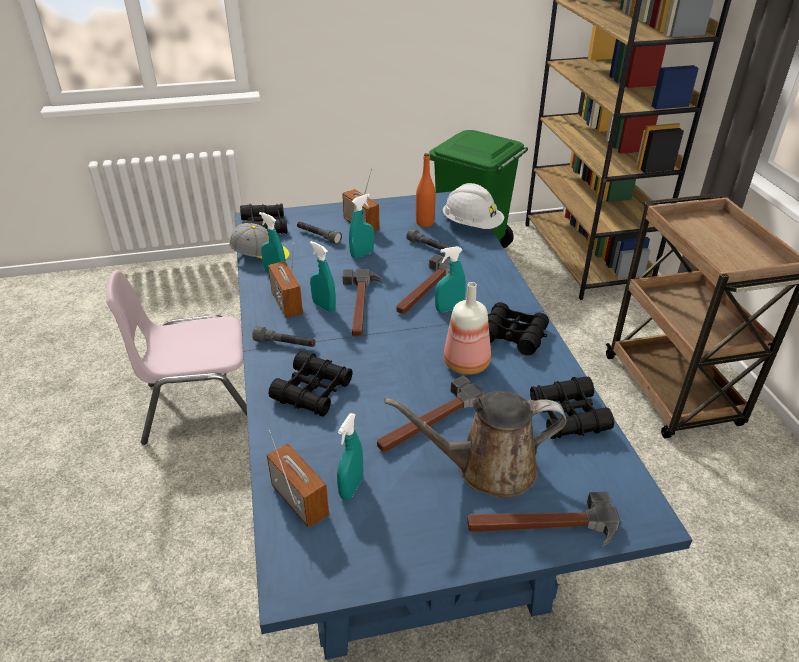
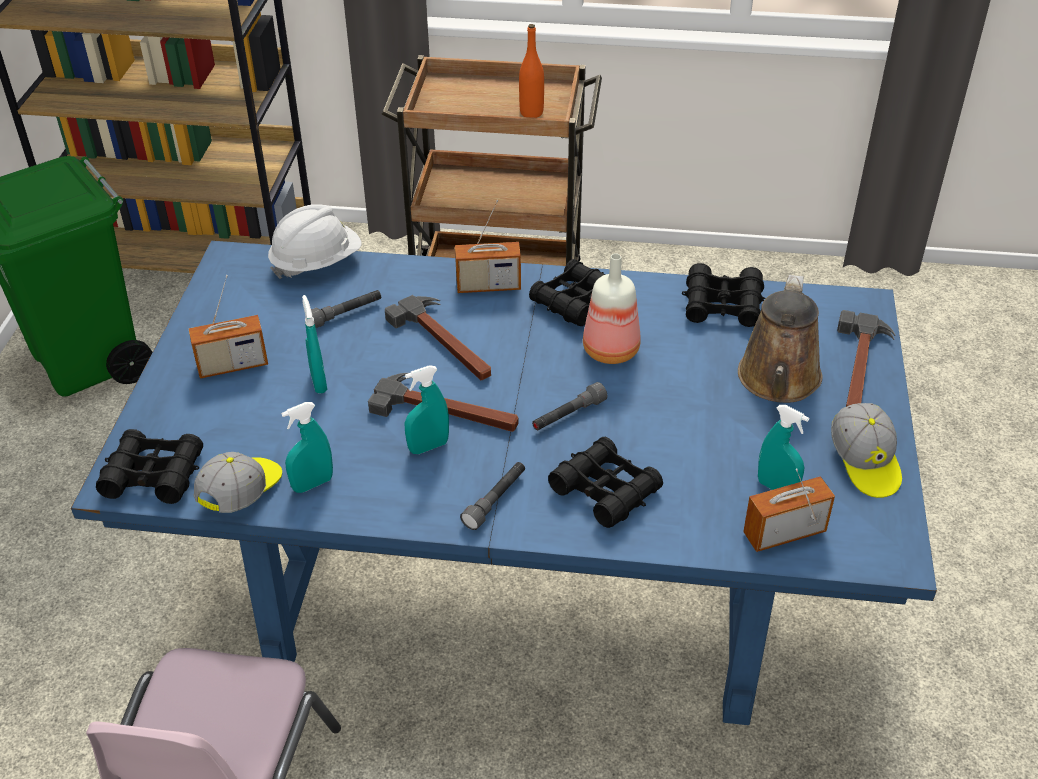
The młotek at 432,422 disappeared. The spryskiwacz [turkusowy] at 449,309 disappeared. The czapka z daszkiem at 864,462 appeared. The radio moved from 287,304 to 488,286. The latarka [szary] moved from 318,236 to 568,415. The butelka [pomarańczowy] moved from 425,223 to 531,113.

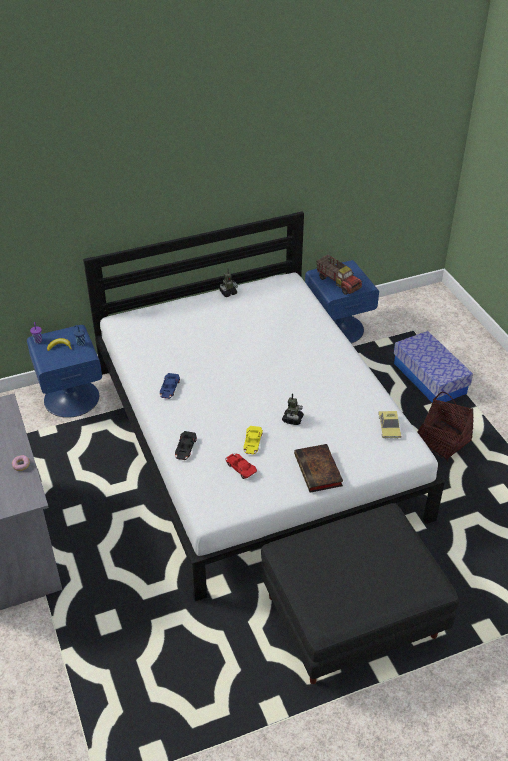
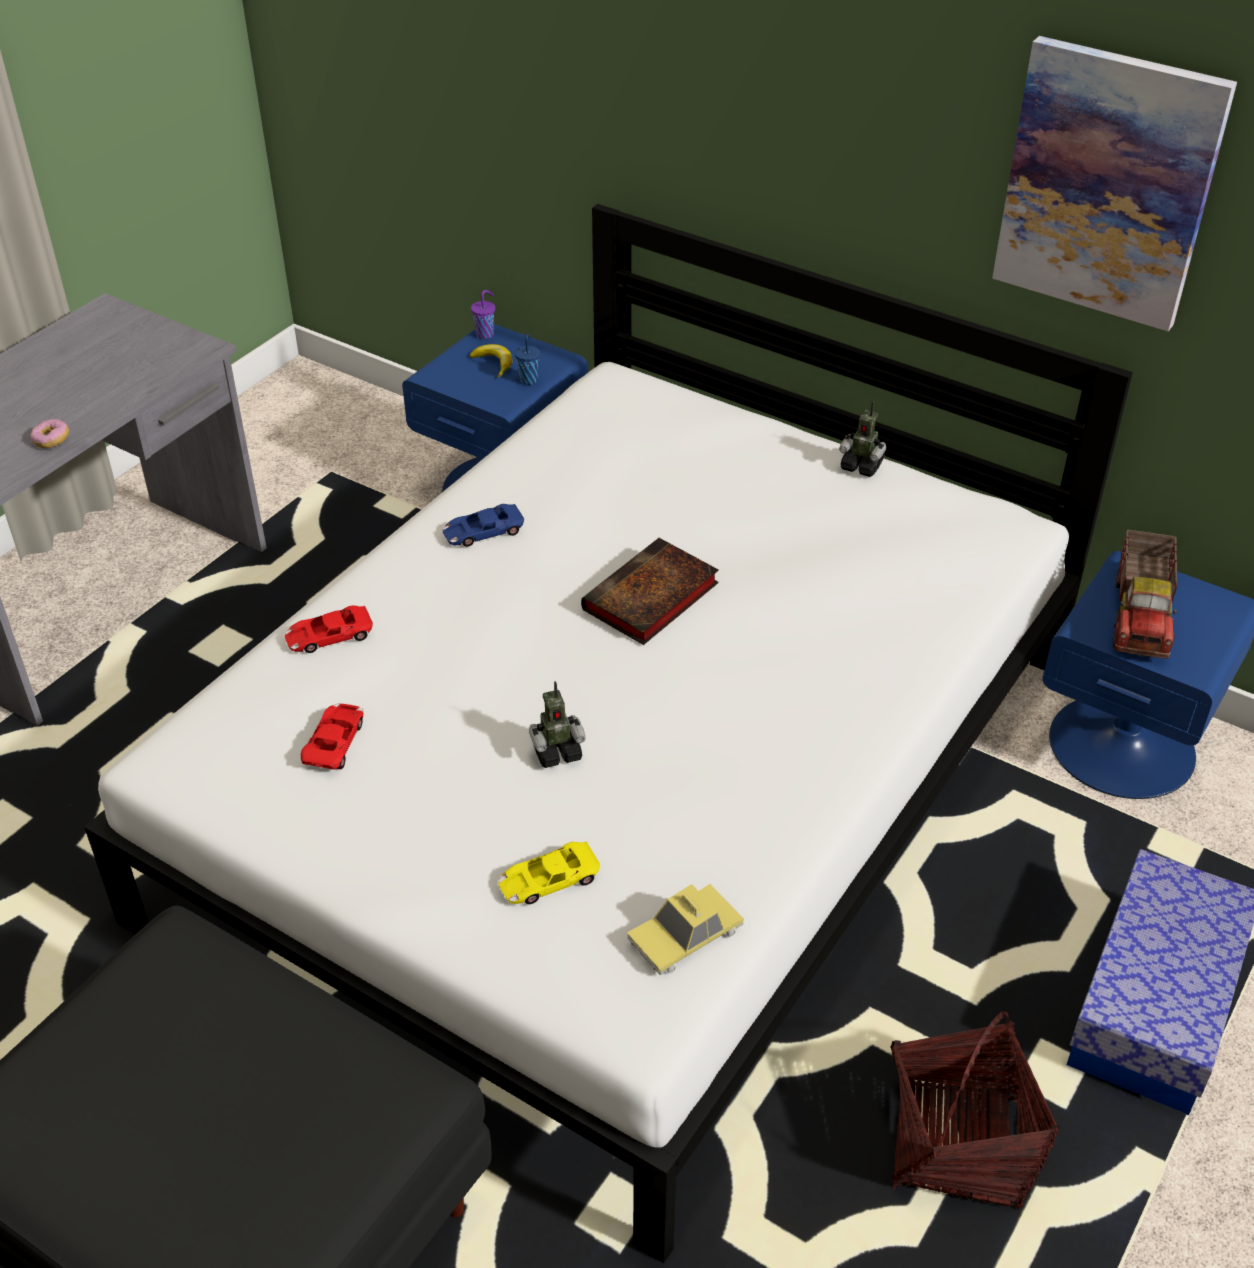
The obraz at 1108,184 appeared. The samochodzik [żółty] moved from 252,443 to 548,880. The książka moved from 319,471 to 649,599. The samochodzik [czarny] at 185,448 became the samochodzik [czerwony] at 329,636.

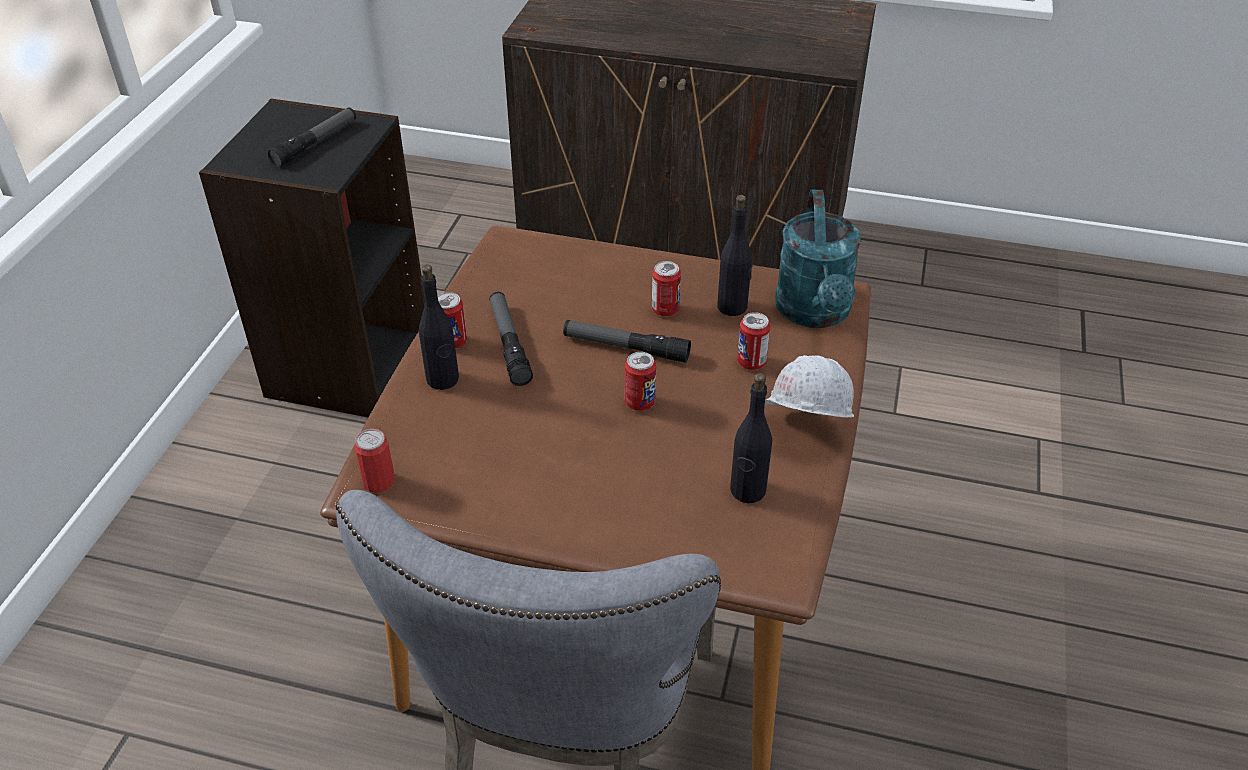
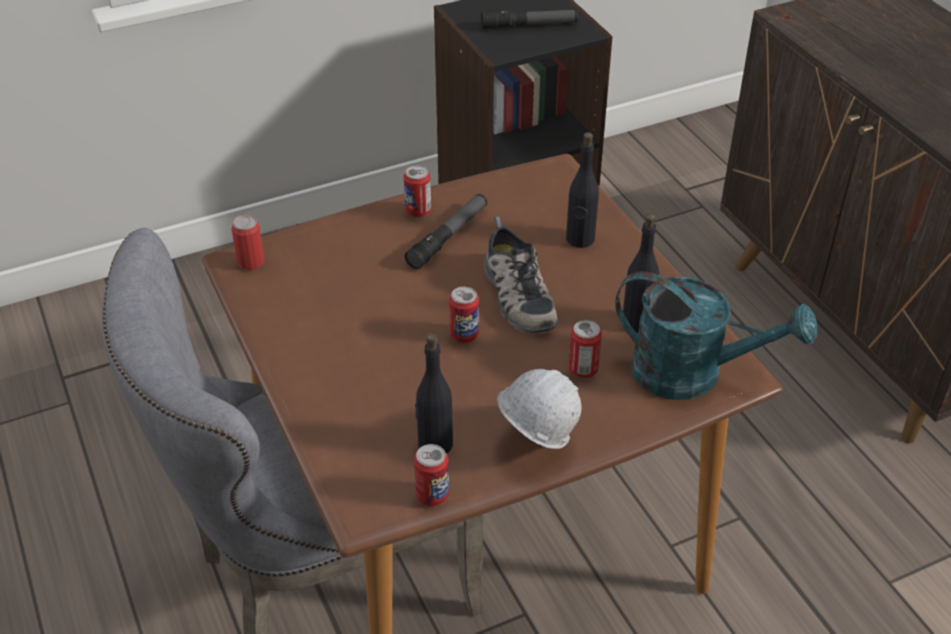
The butelka [czarny] moved from 443,379 to 580,239. The puszka moved from 665,310 to 432,495. The latarka at 626,348 was replaced by the but at 515,294. The konewka [turkusowy] at 815,313 turned 120 degrees counterclockwise.

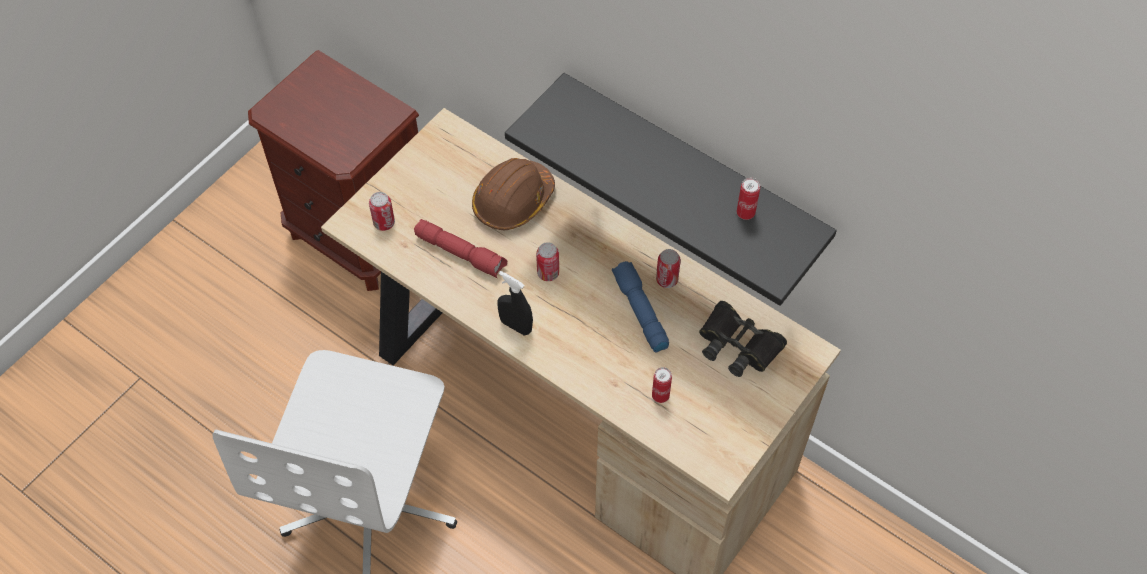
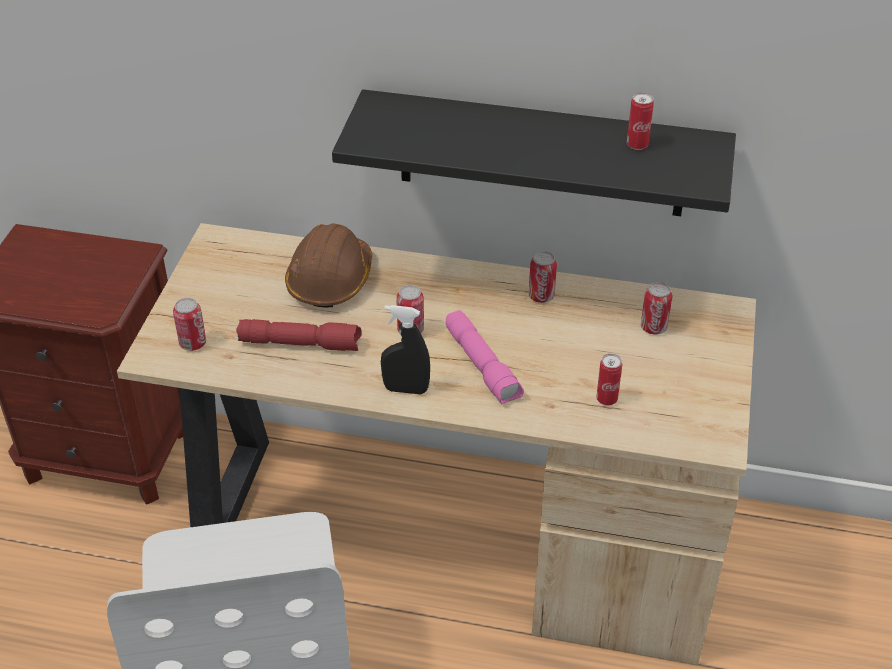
The latarka [niebieski] at 639,311 disappeared. The latarka [różowy] at 483,366 appeared. The lornetka [czarny] at 738,344 was replaced by the puszka at 653,327.

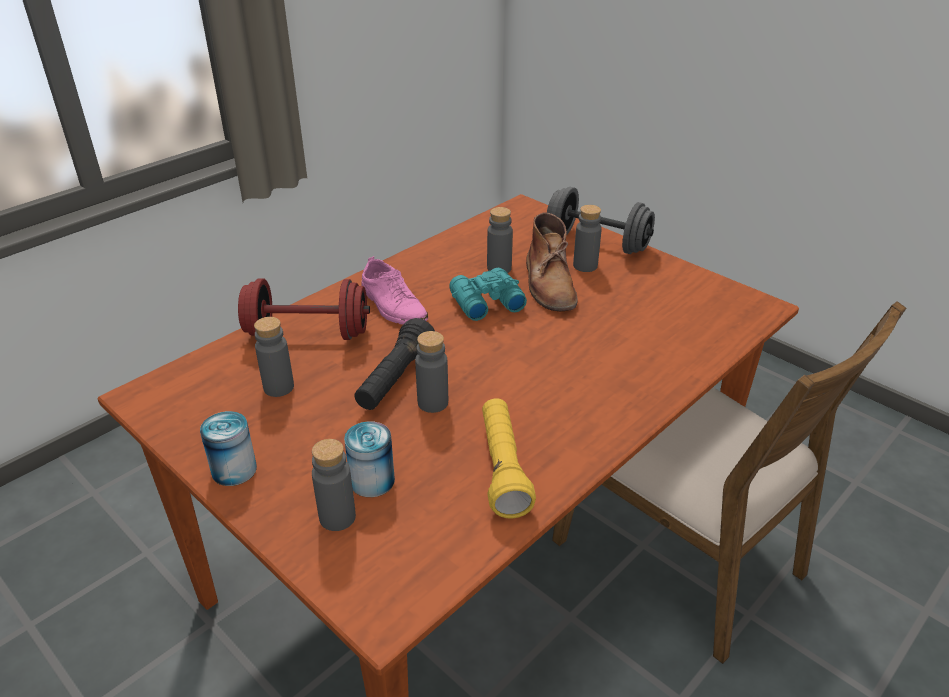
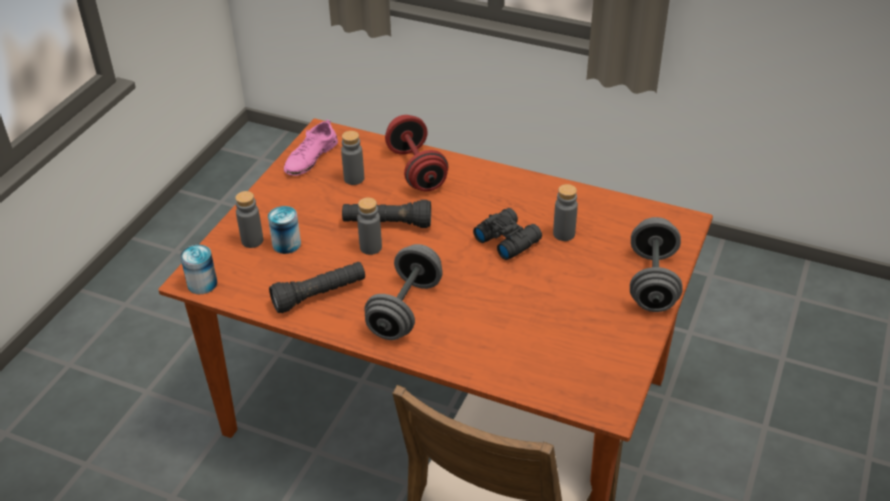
The but z cholewką [brązowy] at 549,284 disappeared. The butelka [szary] at 585,266 disappeared. The hantel [szary] at 405,309 appeared. The puszka moved from 234,470 to 202,284. The but [różowy] moved from 393,305 to 310,157. The lornetka [turkusowy] at 485,302 became the lornetka [czarny] at 507,239. The latarka [żółty] at 502,468 became the latarka [czarny] at 319,295.

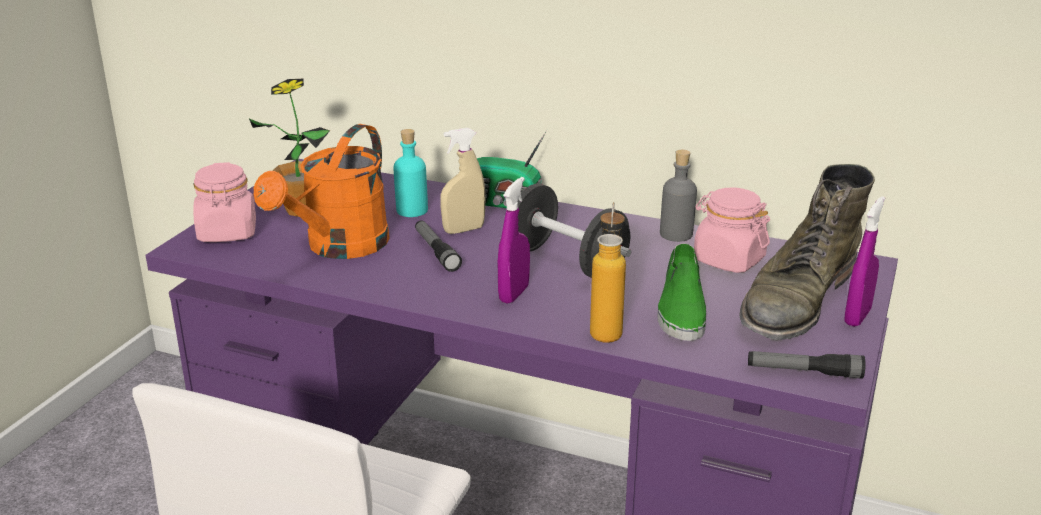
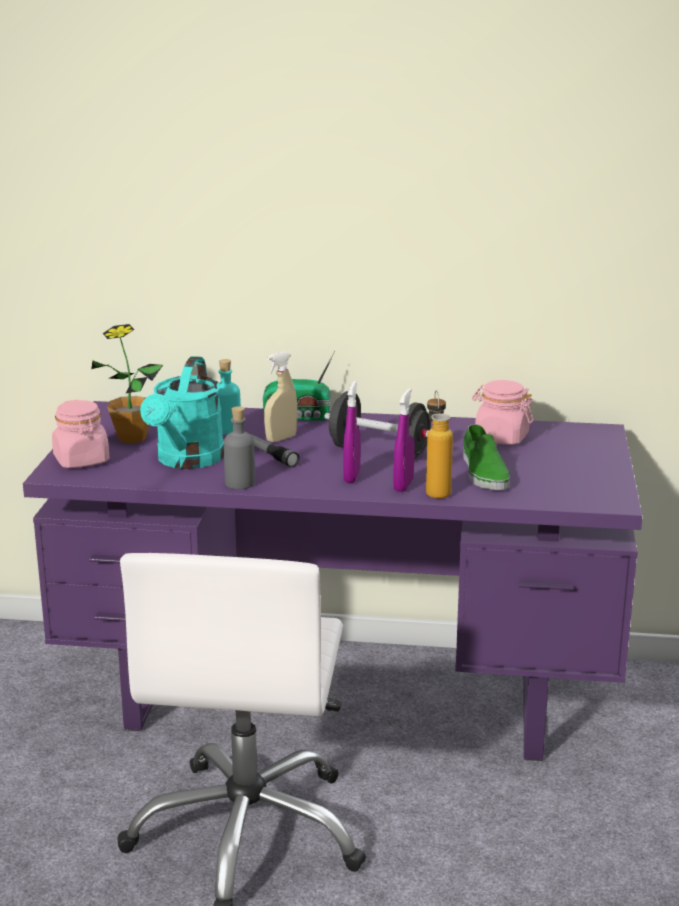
The but z cholewką [zielony] at 797,300 disappeared. The latarka at 804,372 disappeared. The butelka [szary] moved from 676,234 to 240,483. The spryskiwacz [fioletowy] moved from 857,317 to 403,485. The konewka [pomarańczowy] at 339,247 became the konewka [turkusowy] at 187,461.

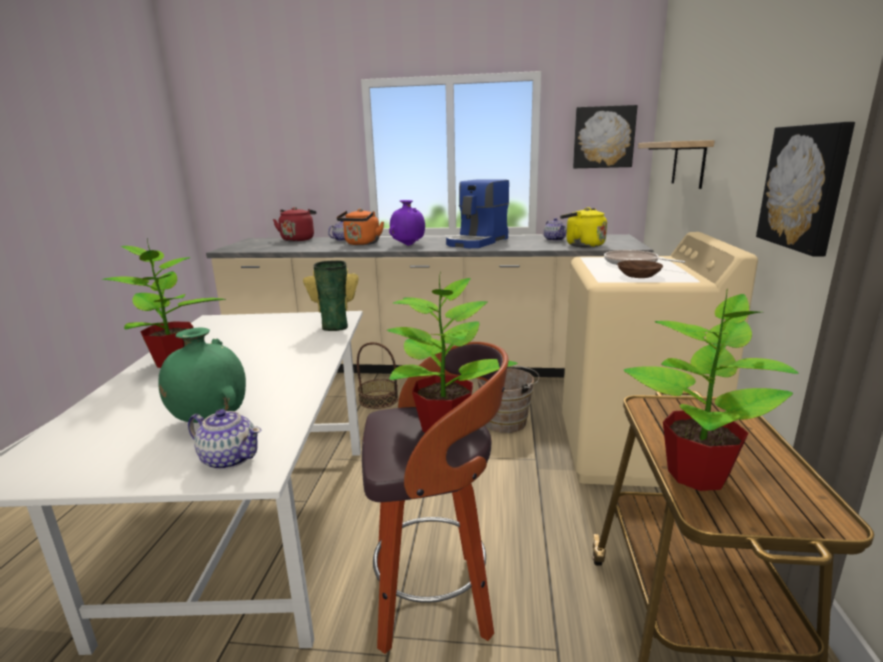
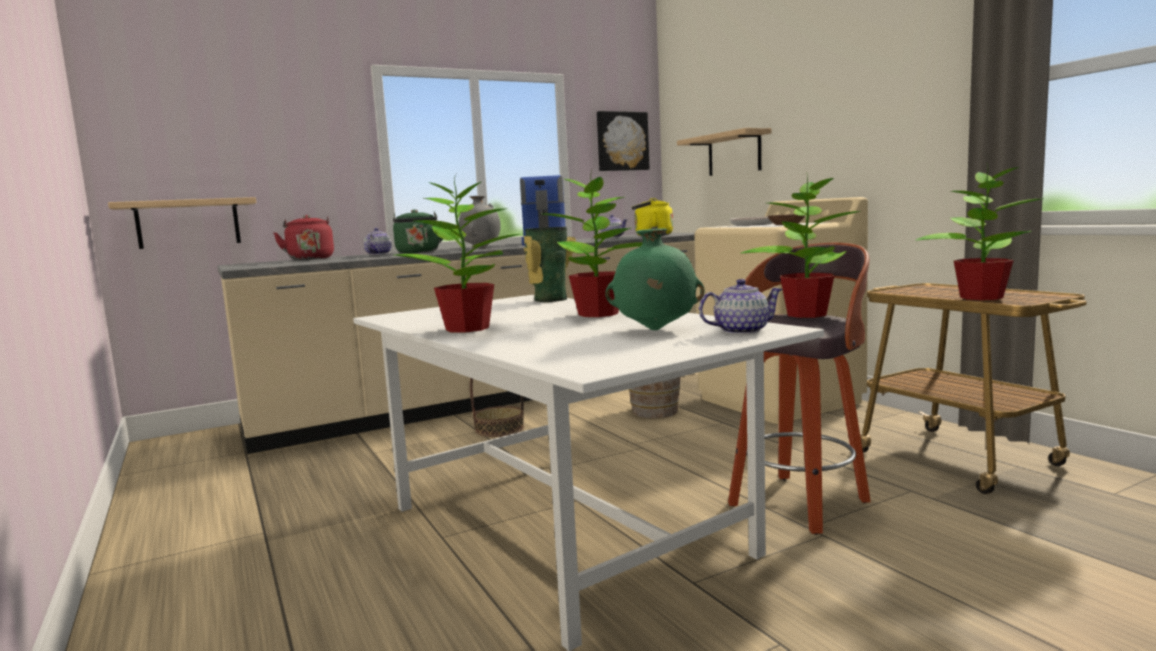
The obraz at 805,187 disappeared. The półka at 188,223 appeared. The roślina doniczkowa at 599,314 appeared. The czajnik [pomarańczowy] at 361,244 became the czajnik [zielony] at 418,252. The wazon [fioletowy] at 408,245 became the wazon [szary] at 481,248.

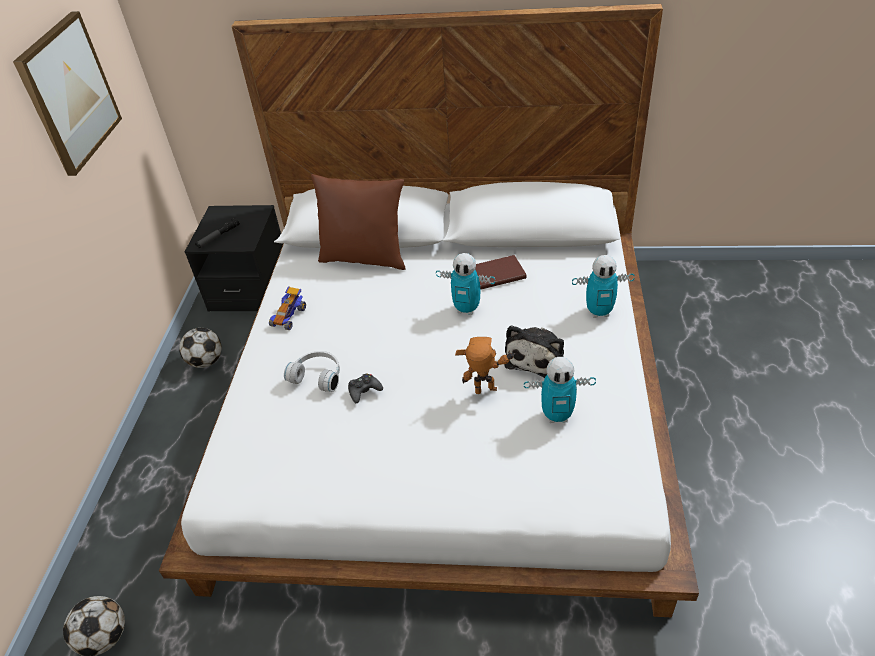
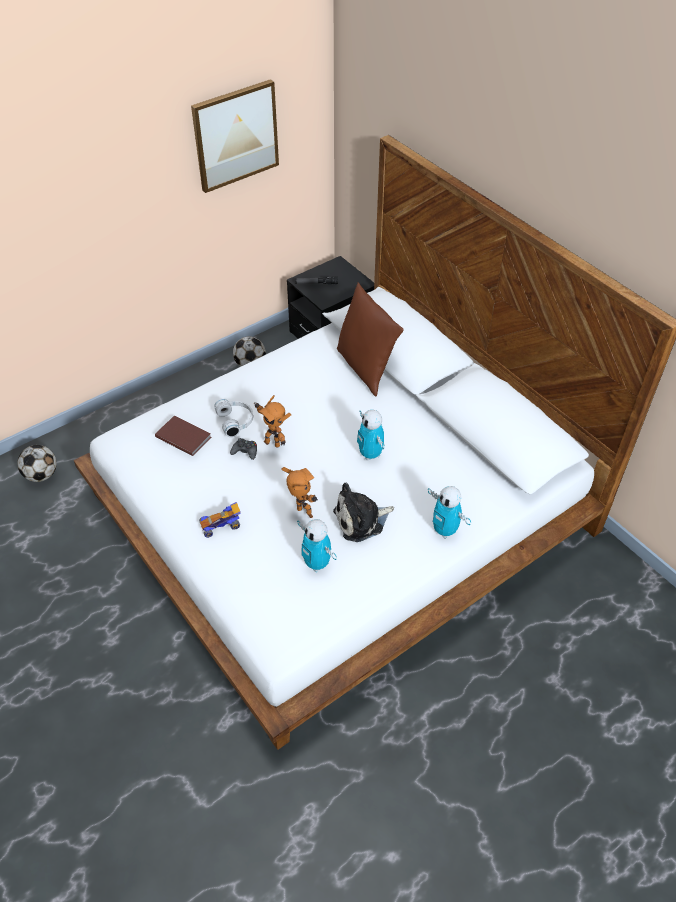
The robot zabawkowy at 273,442 appeared. The samochodzik moved from 289,316 to 221,524. The książka [brązowy] moved from 495,274 to 183,436.

